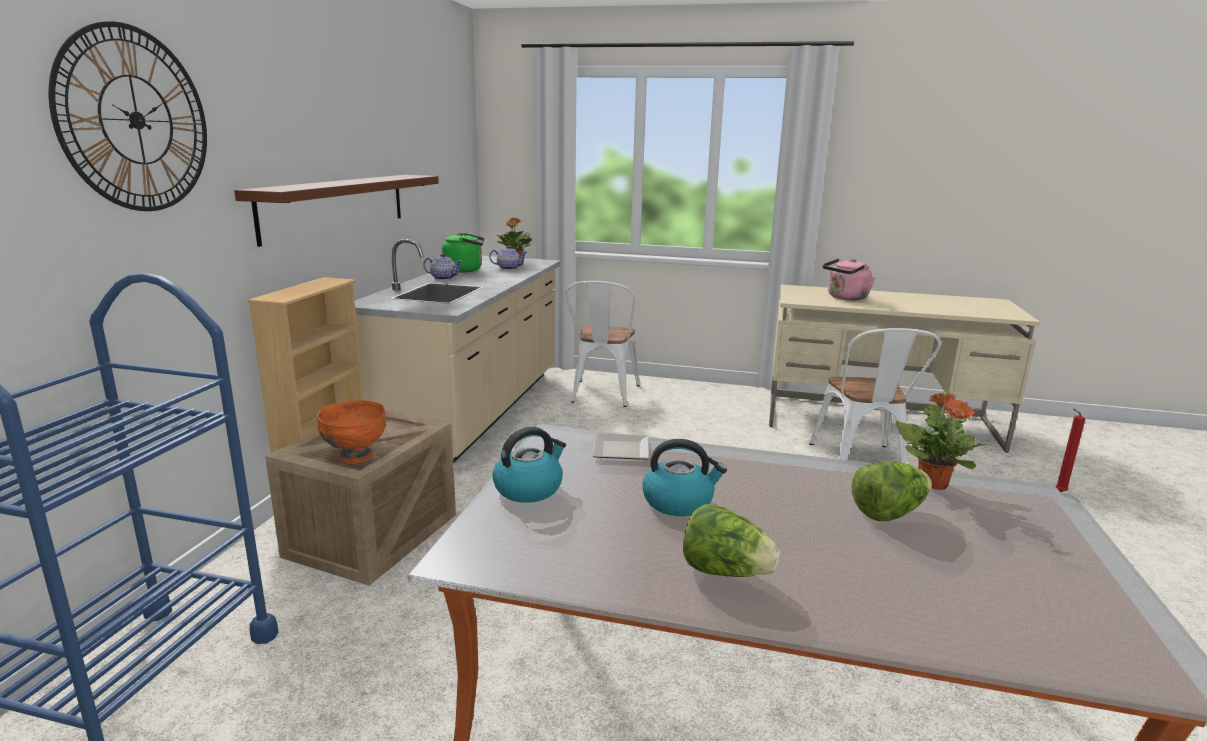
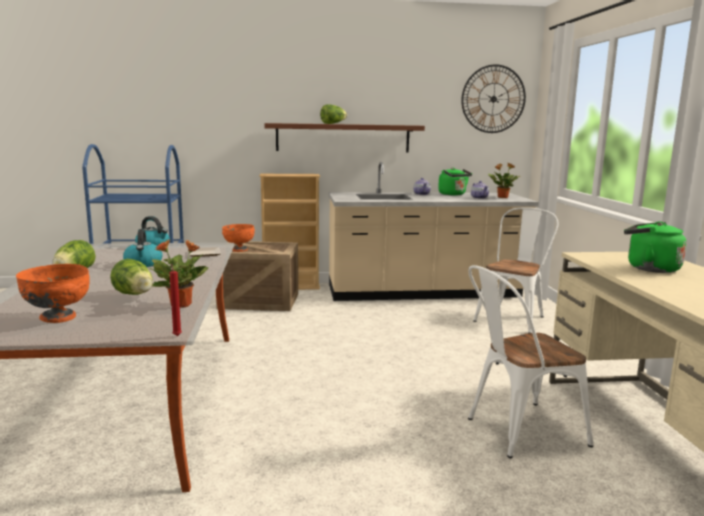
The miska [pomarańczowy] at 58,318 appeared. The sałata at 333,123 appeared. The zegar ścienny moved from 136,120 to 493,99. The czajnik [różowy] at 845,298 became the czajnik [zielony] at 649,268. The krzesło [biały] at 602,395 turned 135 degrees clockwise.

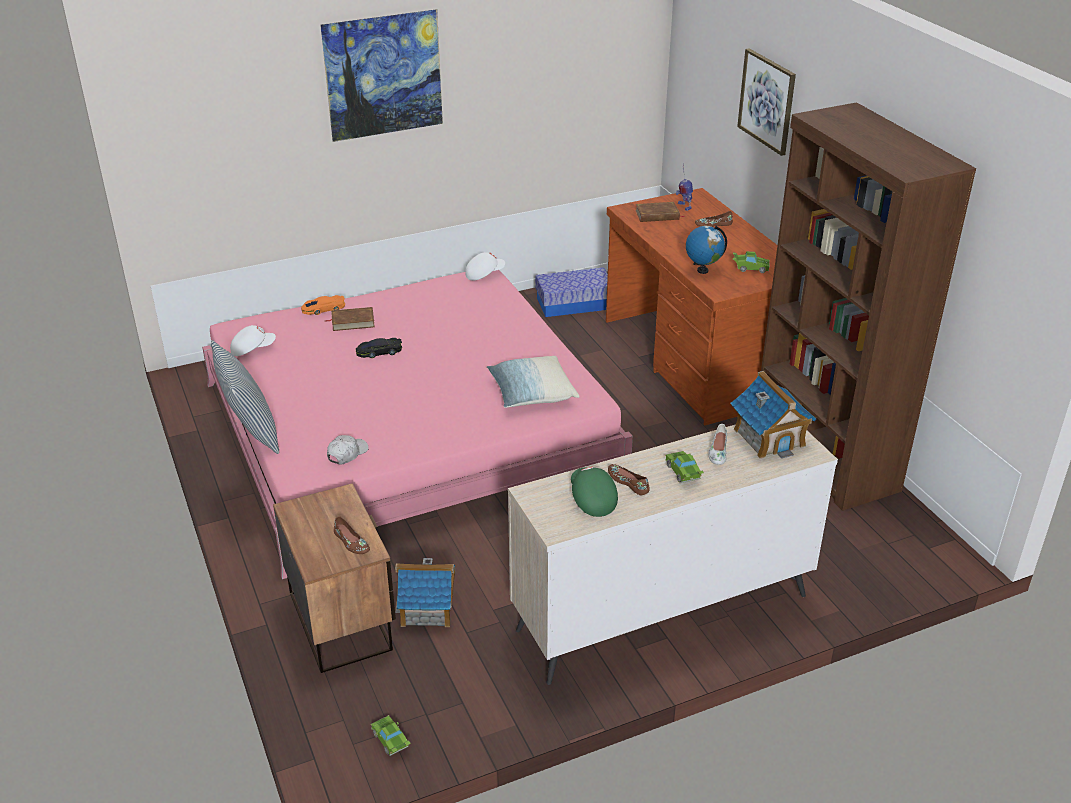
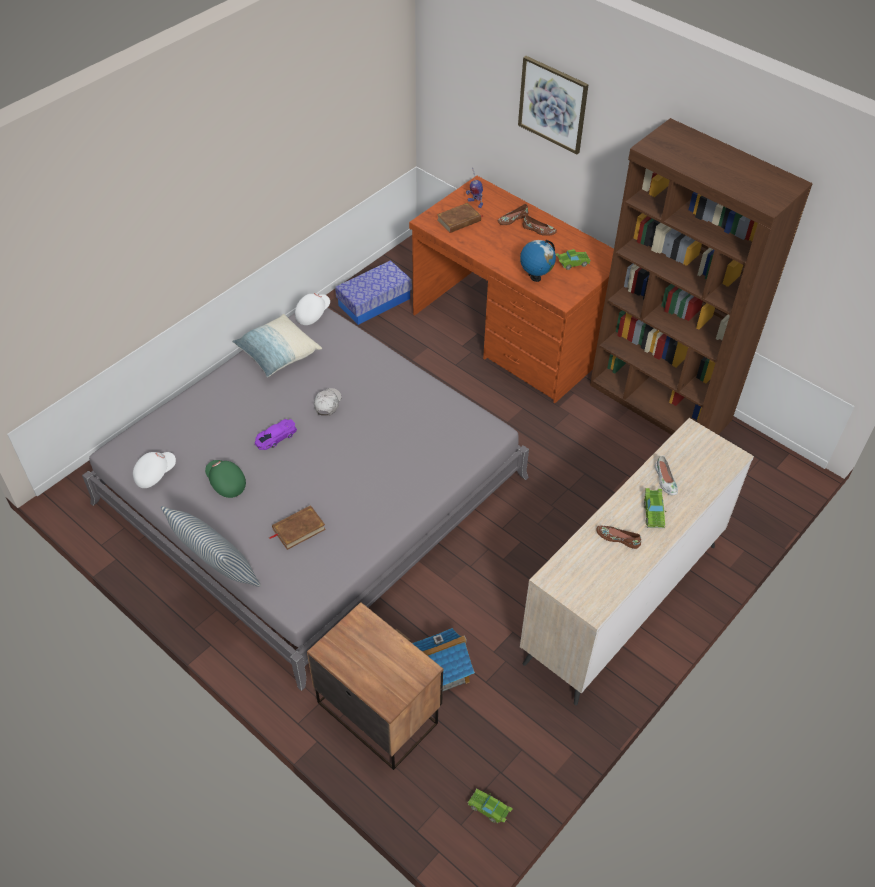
The samochodzik [pomarańczowy] at 323,309 disappeared. The obraz at 386,104 disappeared. The domek at 769,437 disappeared. The książka [brązowy] moved from 352,321 to 298,529. The czapka z daszkiem [biały] moved from 347,453 to 327,404. The but [brązowy] moved from 351,542 to 539,230. The poduszka moved from 531,393 to 278,354. The czapka z daszkiem [zielony] moved from 591,499 to 225,483. The łóżko [różowy] at 409,429 became the łóżko [szary] at 312,490. The samochodzik [czarny] at 379,351 became the samochodzik [fioletowy] at 275,437. The samochodzik [zielony] at 683,473 turned 135 degrees counterclockwise.

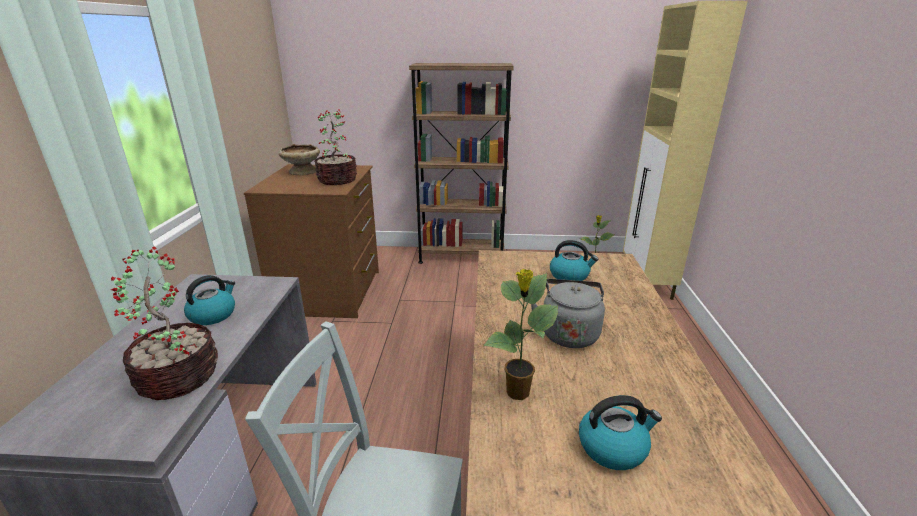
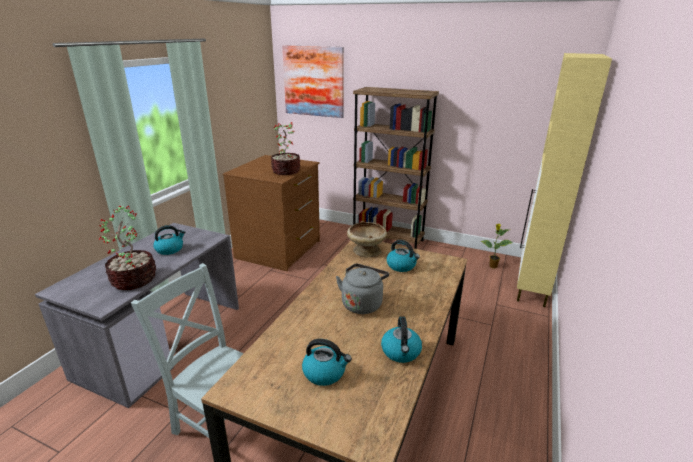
The roślina doniczkowa at 517,393 disappeared. The obraz at 313,81 appeared. The czajnik at 401,352 appeared. The miska [beżowy] moved from 302,172 to 366,250.

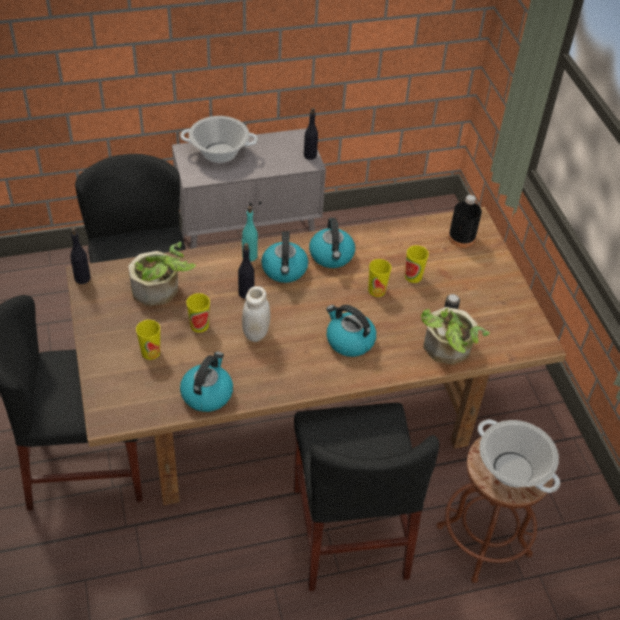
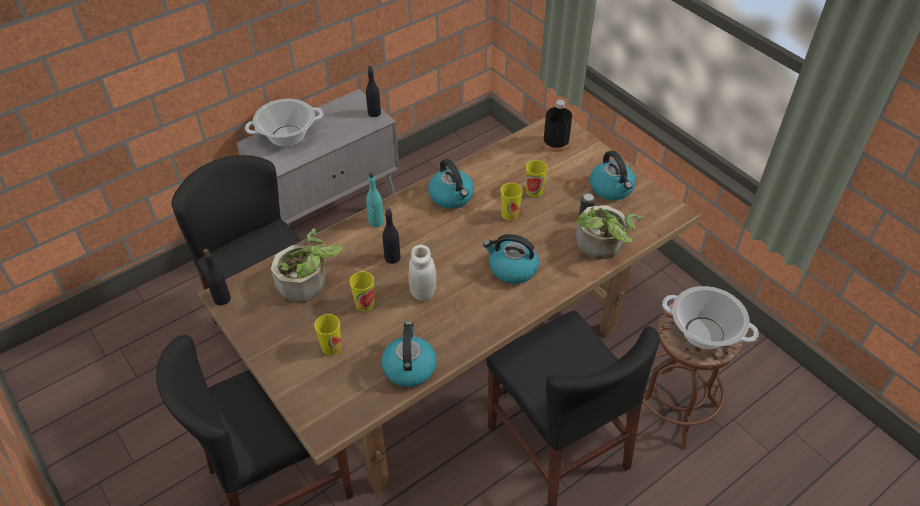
The czajnik moved from 284,270 to 612,188.

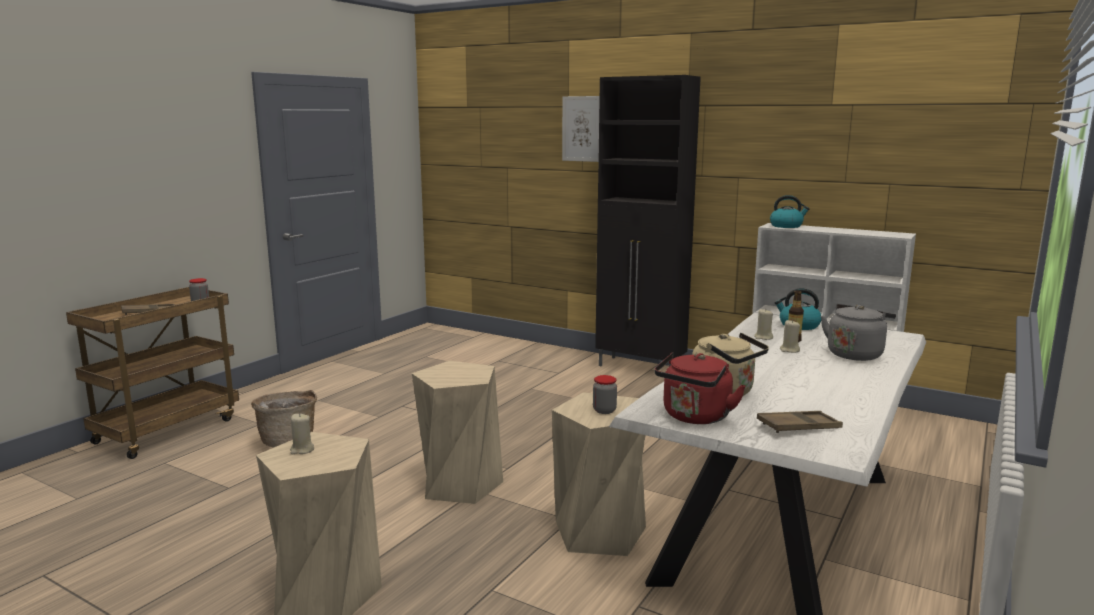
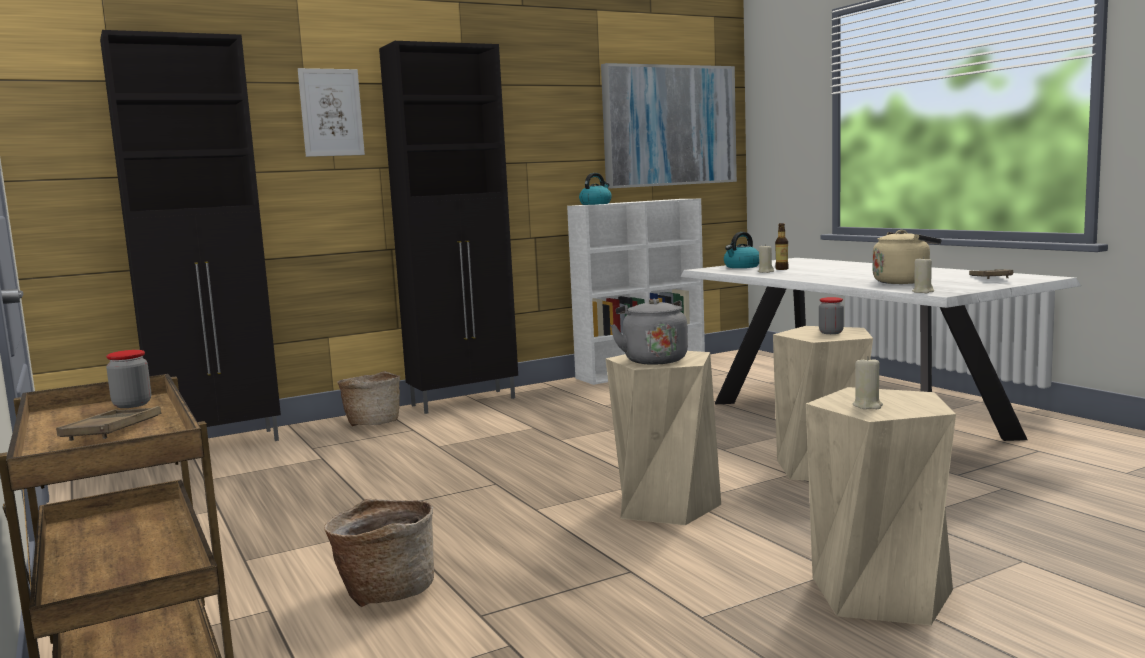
The czajnik [czerwony] at 695,417 disappeared. The szafka [czarny] at 220,445 appeared. The koszyk at 373,423 appeared. The obraz at 669,126 appeared. The świeca [beżowy] moved from 789,350 to 923,292. The czajnik [szary] moved from 855,354 to 653,360.

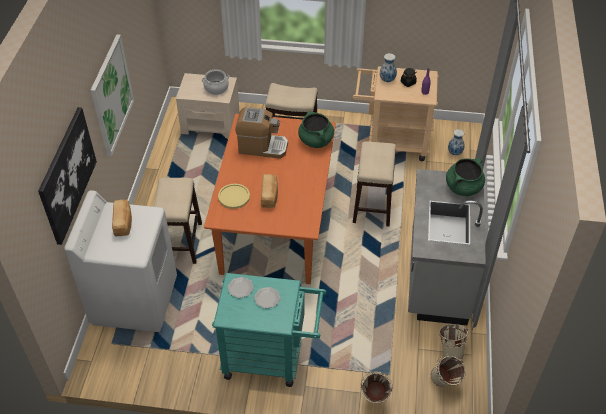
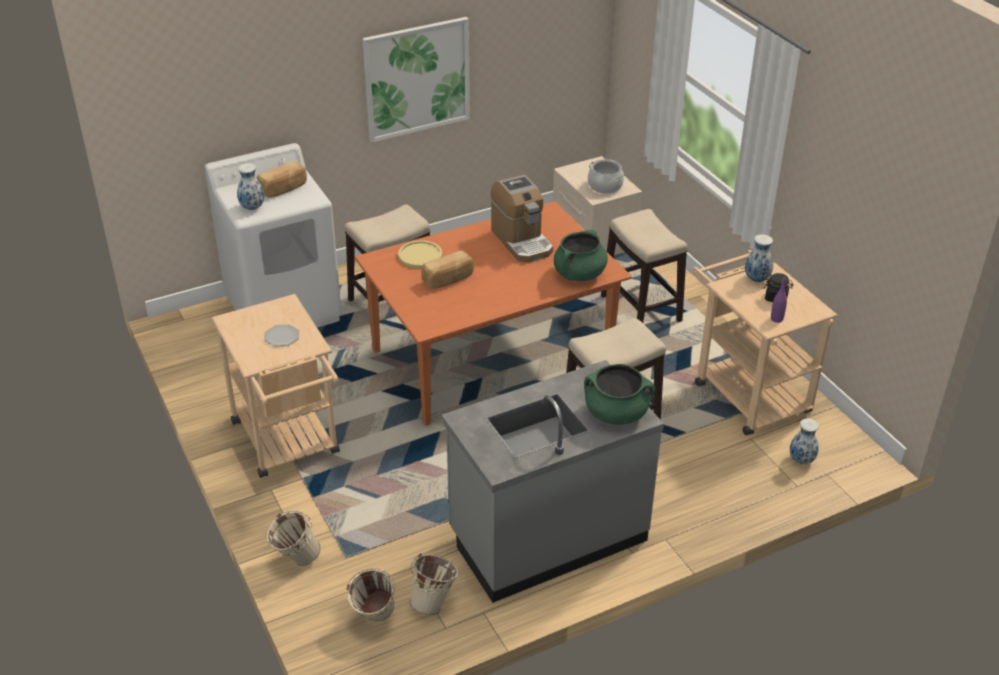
The obraz at 67,175 disappeared. The talerz at 240,288 disappeared. The wazon at 253,207 appeared. The wózek [turkusowy] at 271,358 became the wózek [beżowy] at 289,443.

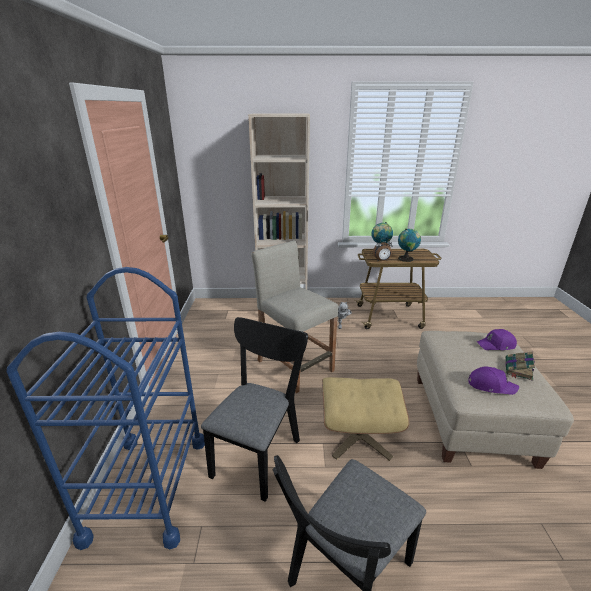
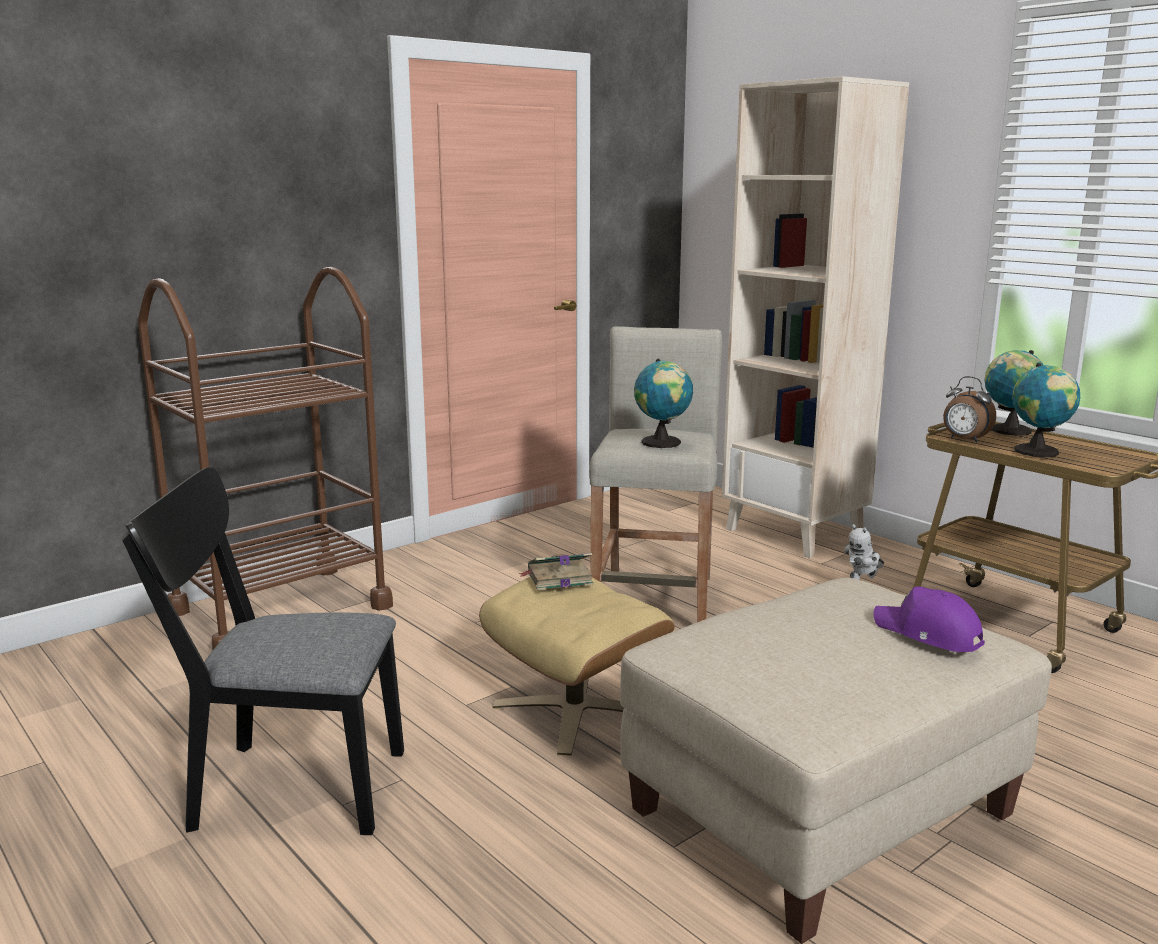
The krzesło [czarny] at 259,451 disappeared. The czapka z daszkiem [fioletowy] at 491,385 disappeared. The globus at 662,443 appeared. The książka moved from 518,369 to 558,578. The wózek [niebieski] at 148,487 became the wózek [brązowy] at 280,609.

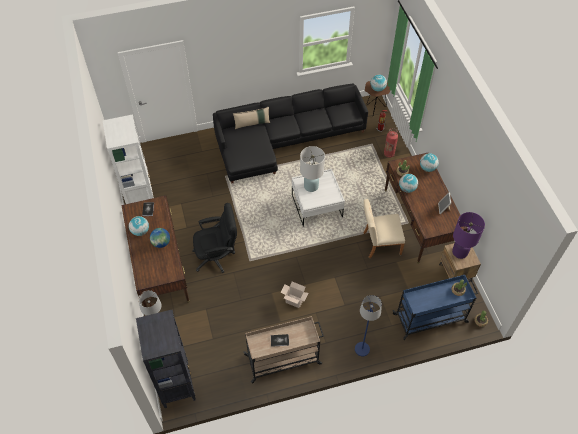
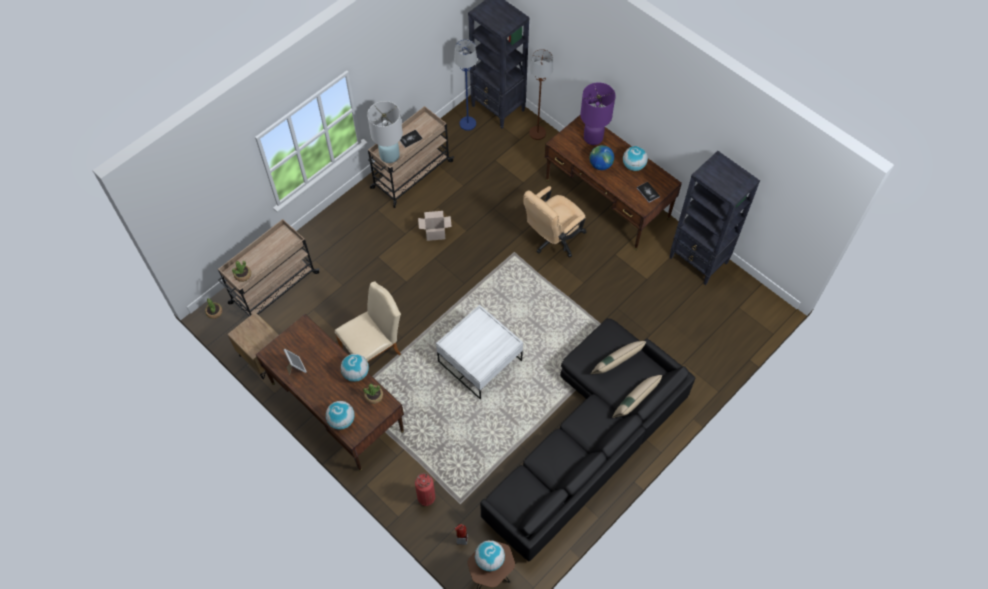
The poduszka [beżowy] at 616,364 appeared. The lampa stołowa [biały] moved from 311,186 to 390,155. The lampa stojąca [niebieski] moved from 362,349 to 468,123. The lampa stołowa [fioletowy] moved from 460,252 to 593,138. The regał [biały] at 140,198 became the regał [czarny] at 698,261. The krzesło biurowe [czarny] at 217,256 became the krzesło biurowe [beżowy] at 553,239. The wózek [niebieski] at 431,318 became the wózek [beżowy] at 273,289.

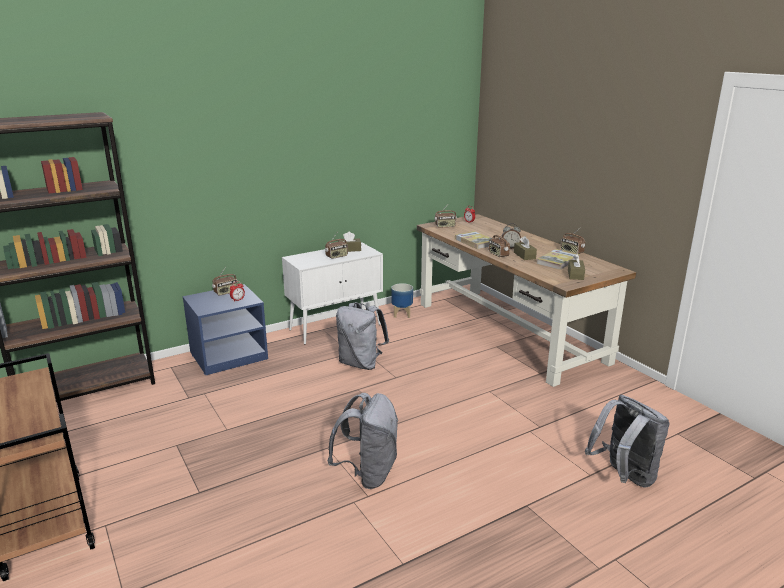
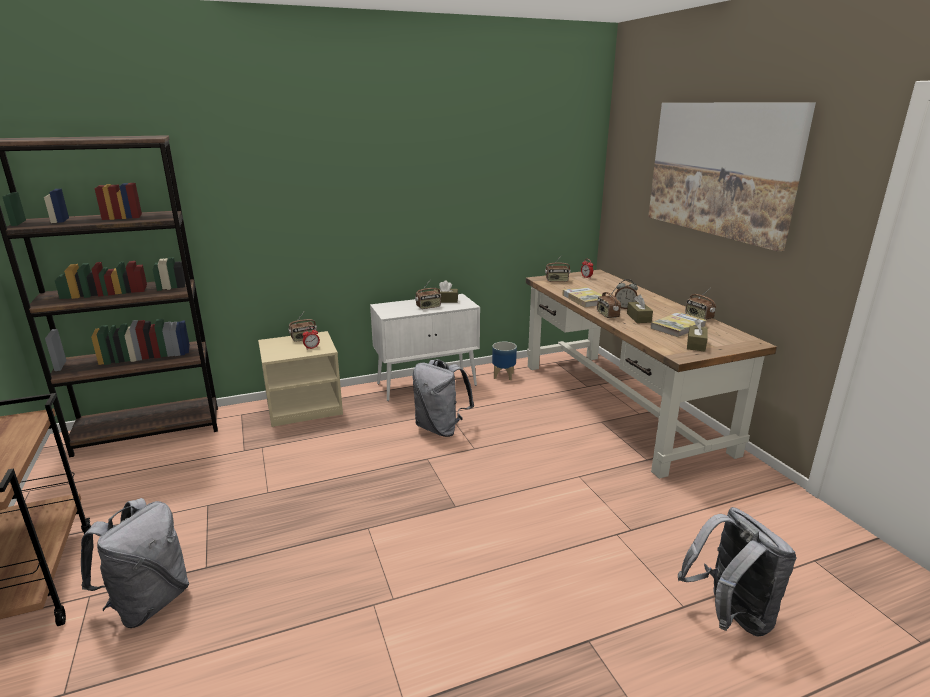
The obraz at 720,169 appeared. The plecak [szary] moved from 368,474 to 148,602. The szafka nocna [niebieski] at 229,356 became the szafka nocna [beżowy] at 304,407.

